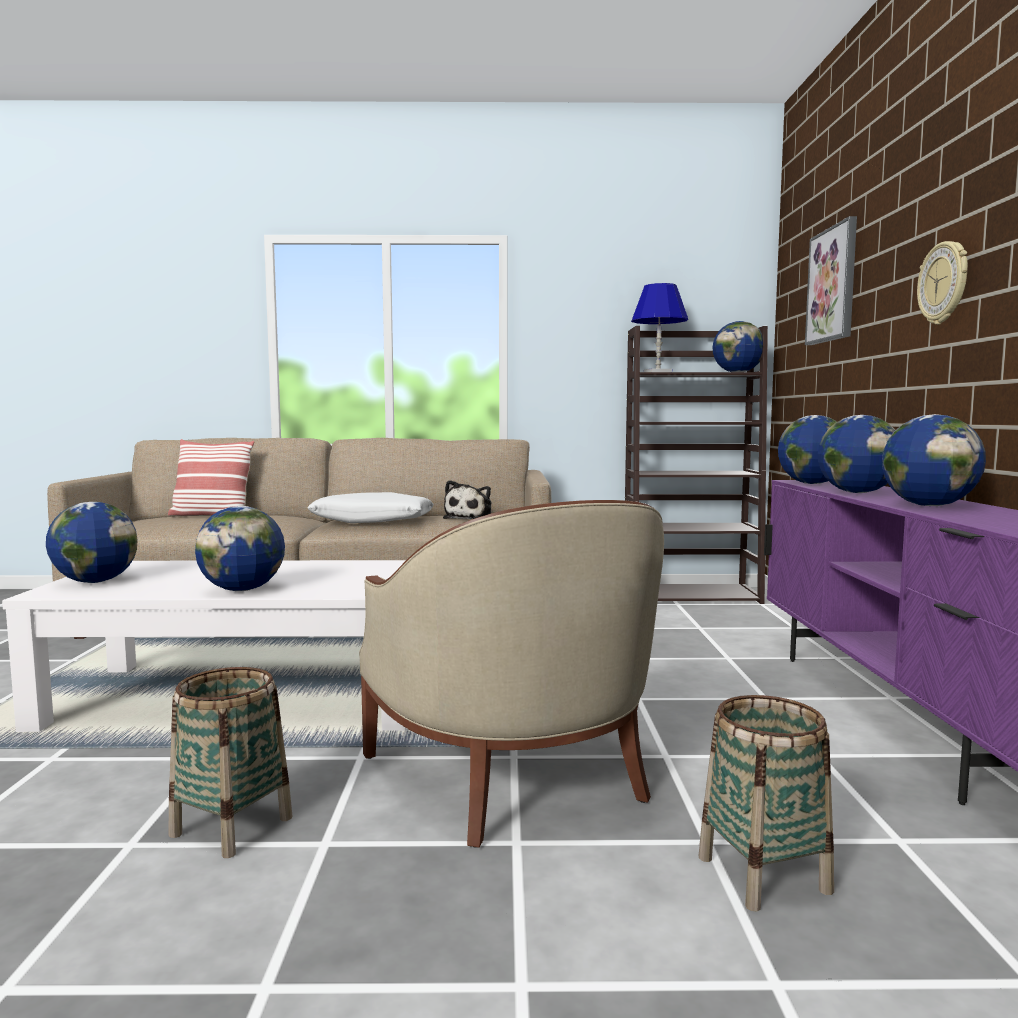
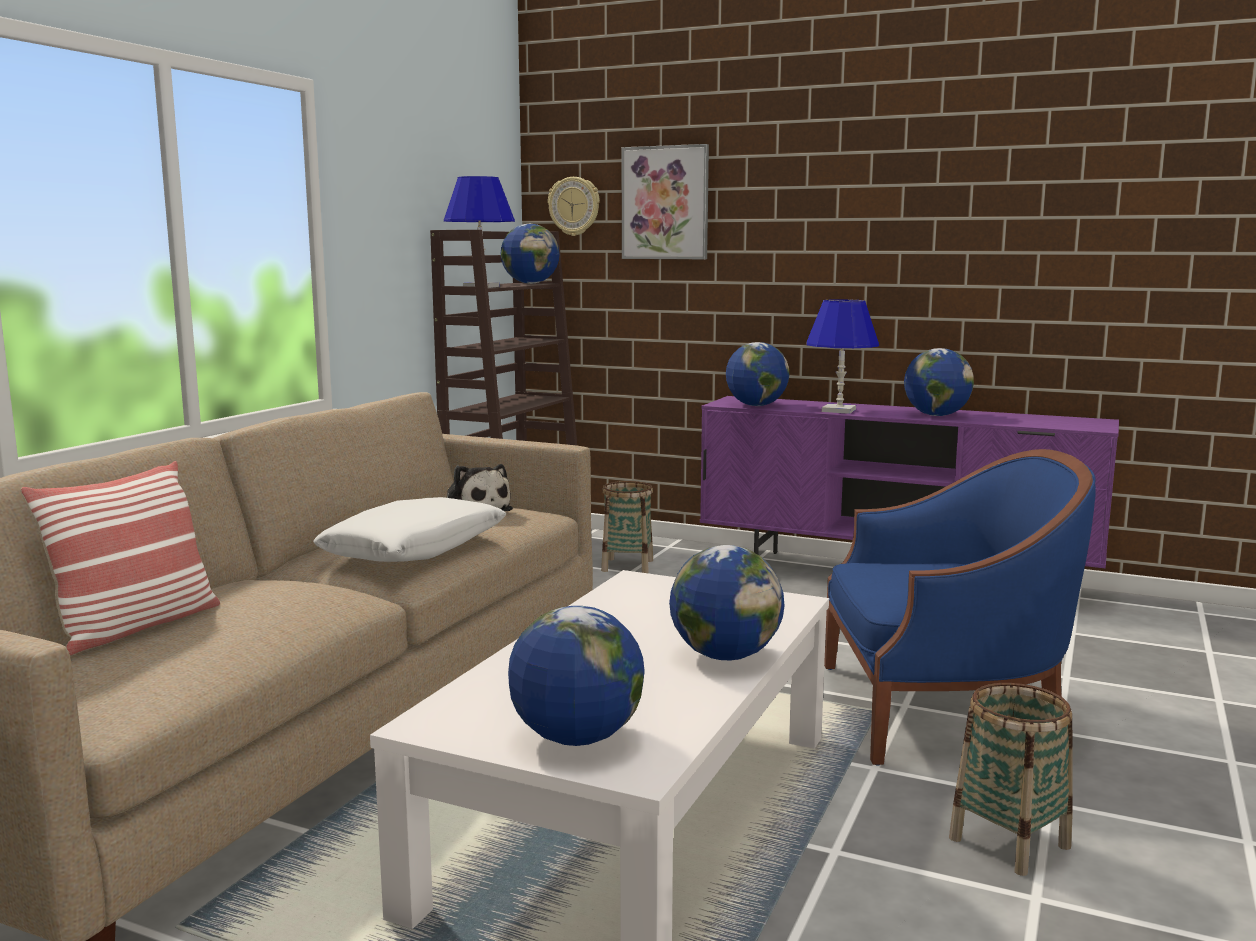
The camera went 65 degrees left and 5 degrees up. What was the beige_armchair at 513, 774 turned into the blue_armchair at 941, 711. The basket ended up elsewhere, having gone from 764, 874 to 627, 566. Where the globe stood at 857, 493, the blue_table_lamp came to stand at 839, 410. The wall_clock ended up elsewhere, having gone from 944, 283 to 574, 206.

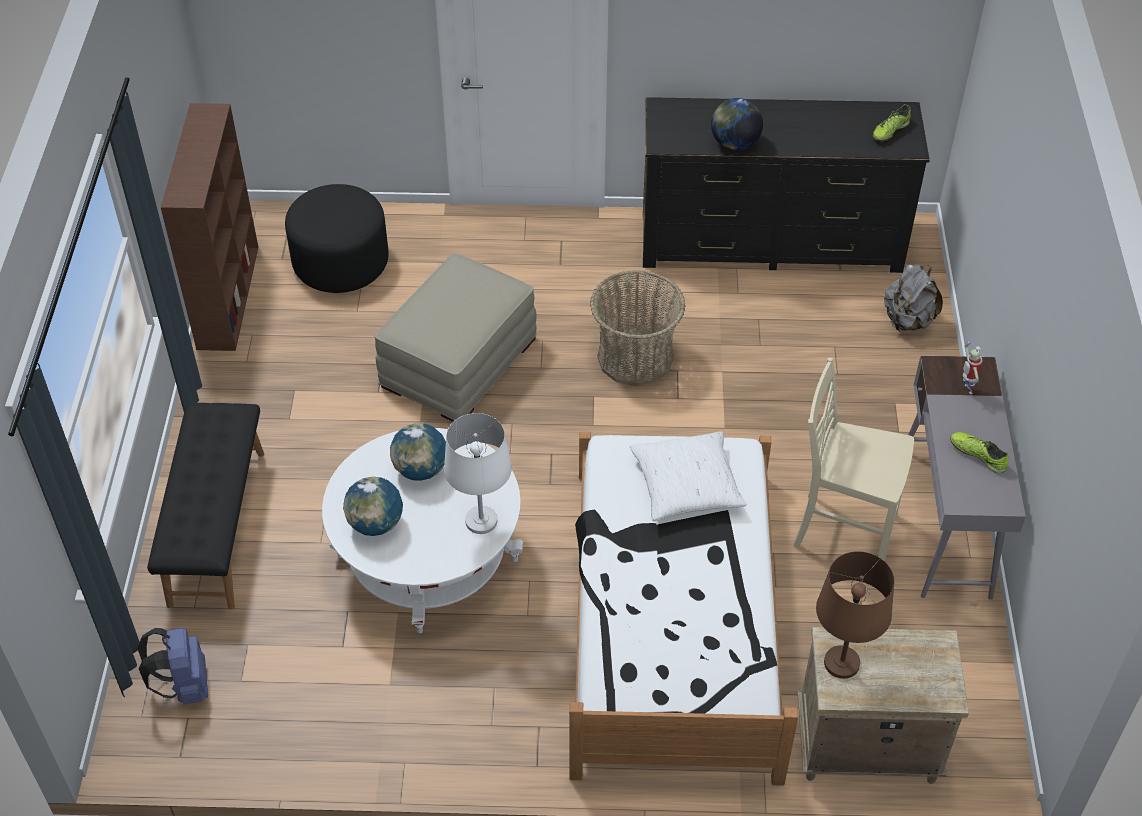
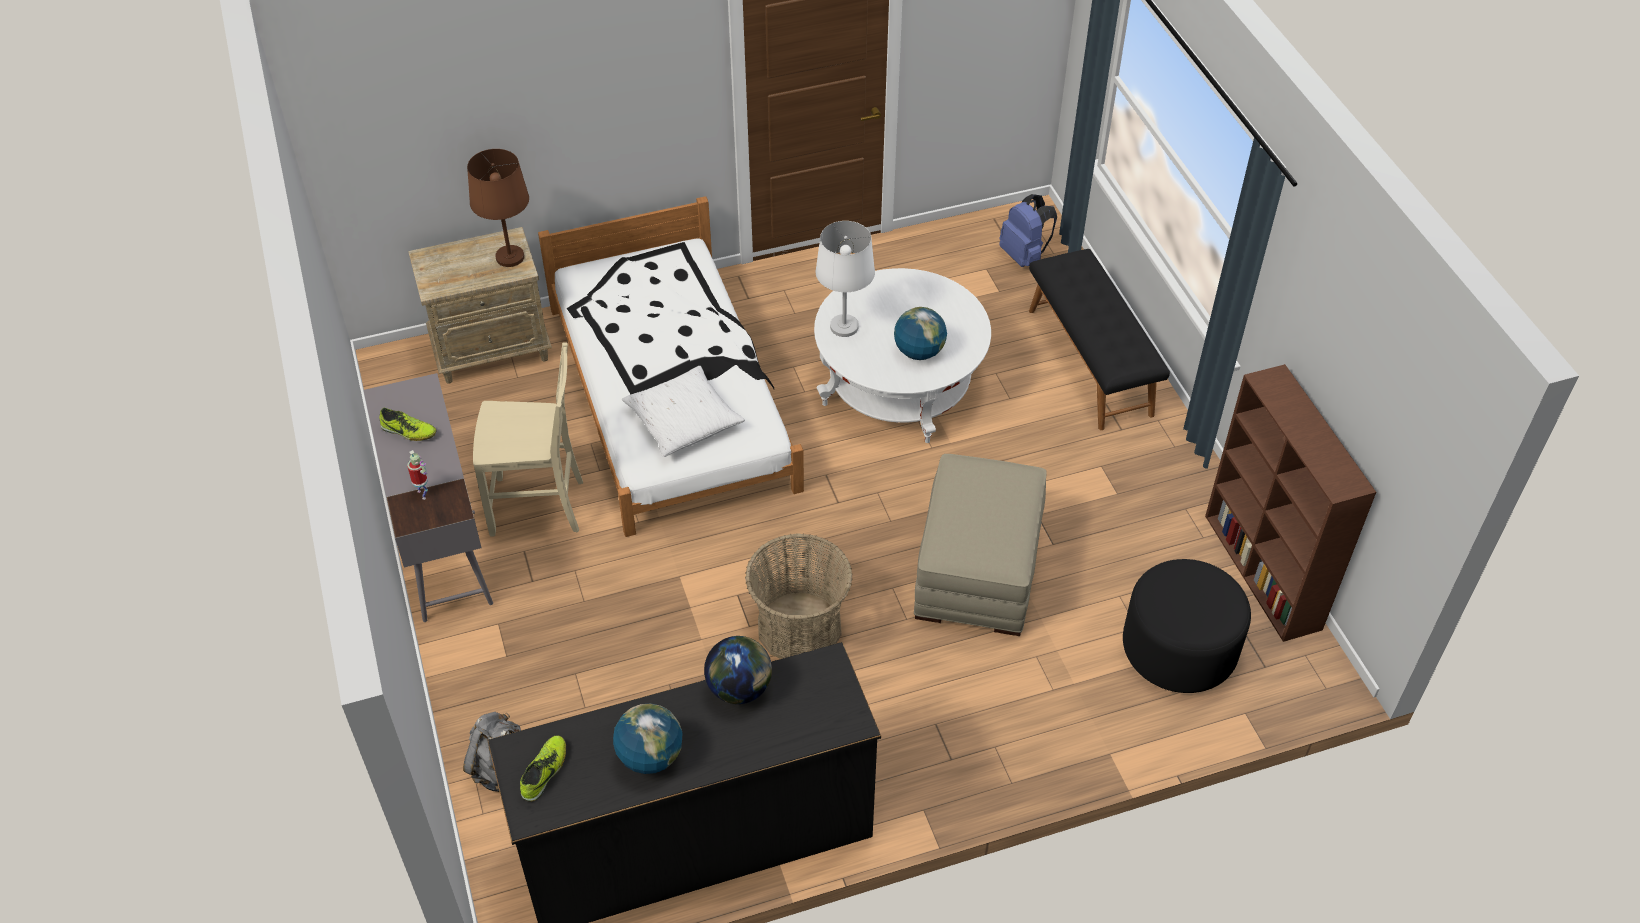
The camera went 160 degrees right and 0 degrees up. The globe ended up elsewhere, having gone from 375, 524 to 650, 756.

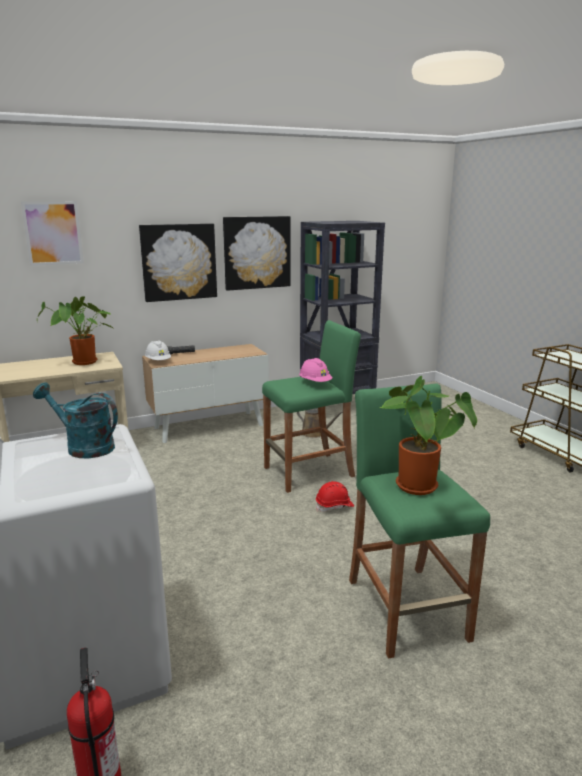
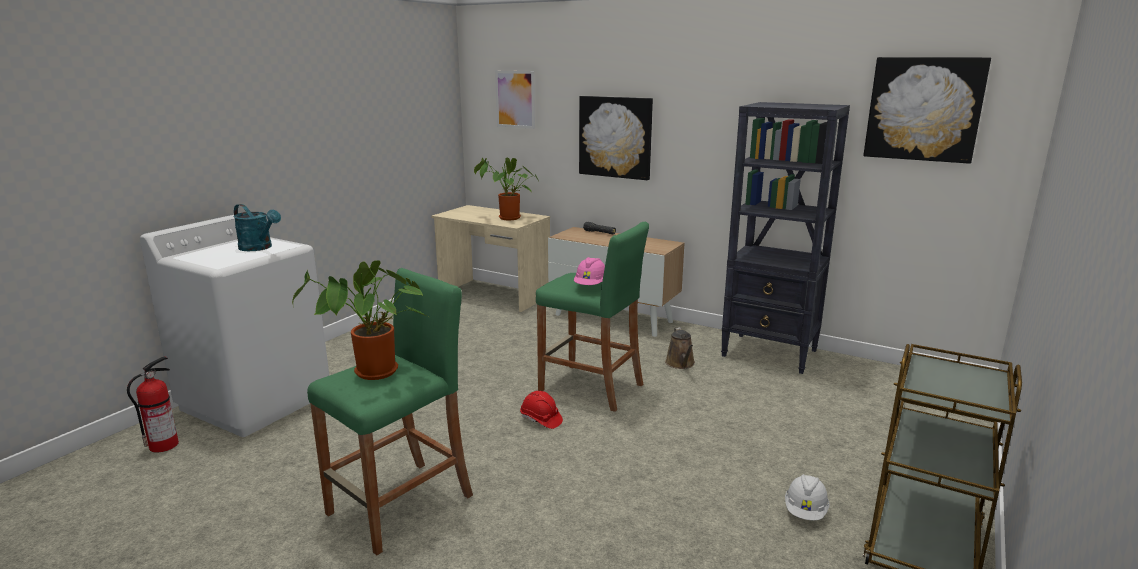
The camera went 55 degrees right and 0 degrees up. The turquoise_watering_can at 83, 447 ended up facing another way, 135 degrees clockwise from before. The white_hard_hat ended up elsewhere, having gone from 158, 361 to 805, 511. The picture ended up elsewhere, having gone from 257, 252 to 924, 109.

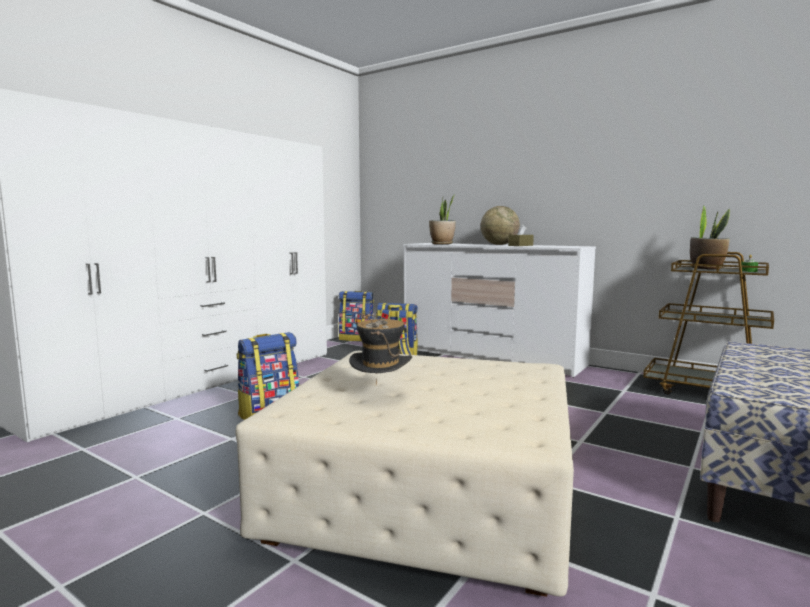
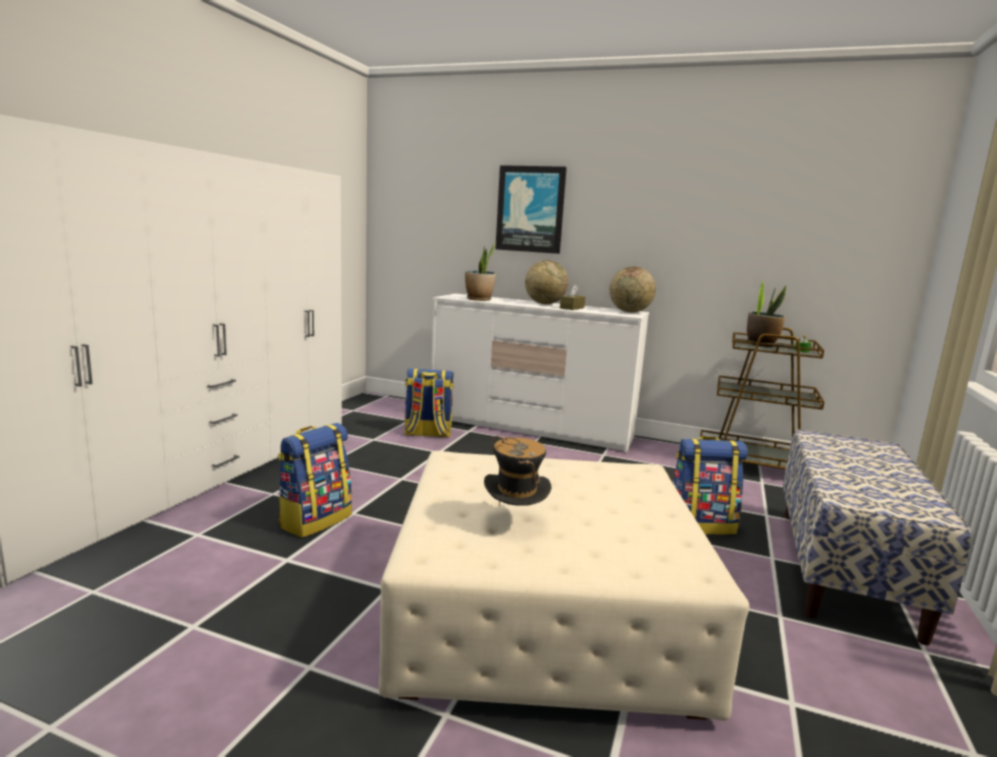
The camera went 15 degrees left and 5 degrees up. The backpack ended up elsewhere, having gone from 357, 339 to 701, 525. The second view gained the picture at 530, 209. The second view gained the globe at 630, 312.

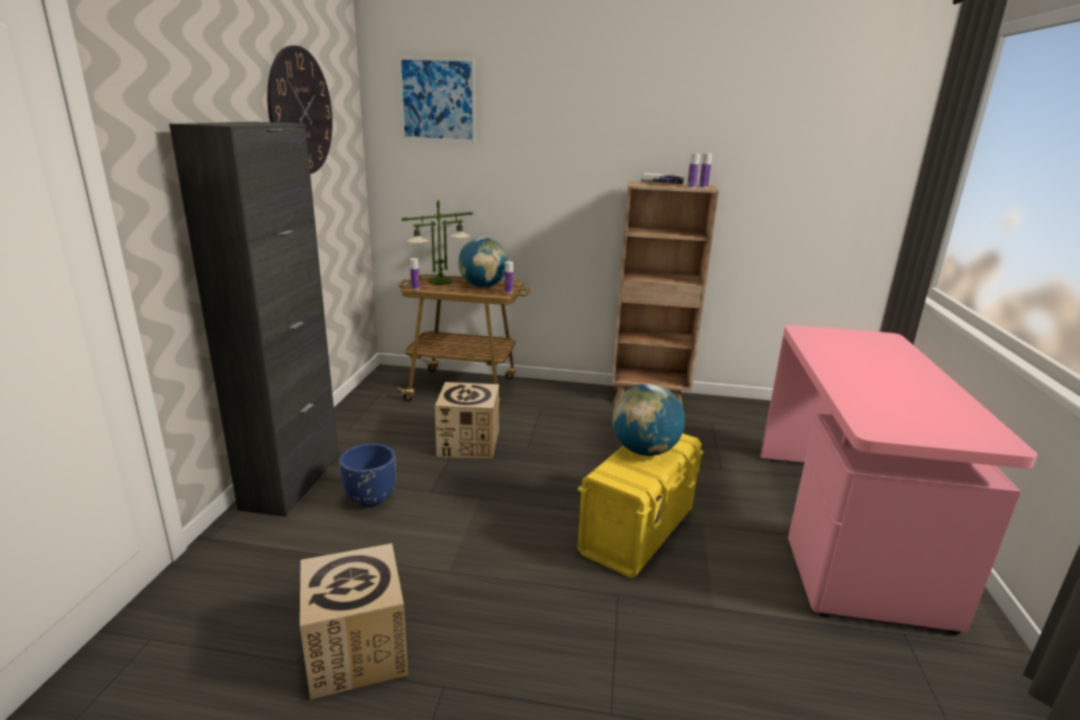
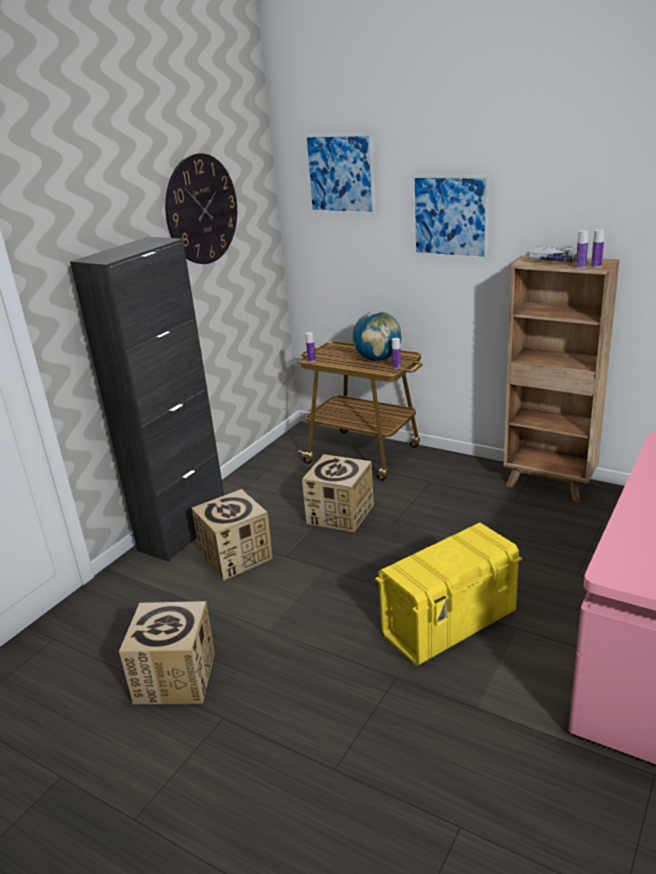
The camera went 25 degrees right and 5 degrees up. Where the blue_planter stood at 371, 499, the cardboard_box came to stand at 236, 556. The second view lost the table_lamp at 440, 281. The second view lost the globe at 644, 451. The second view gained the picture at 450, 216.

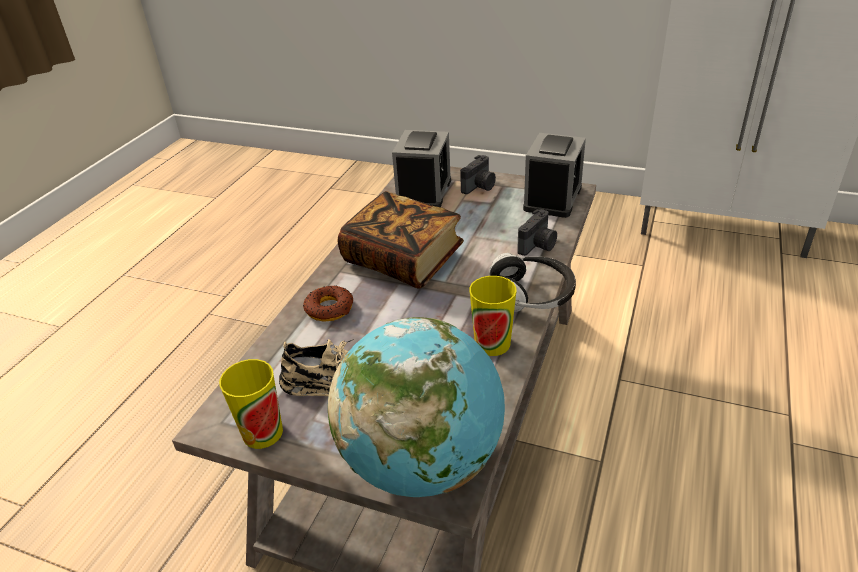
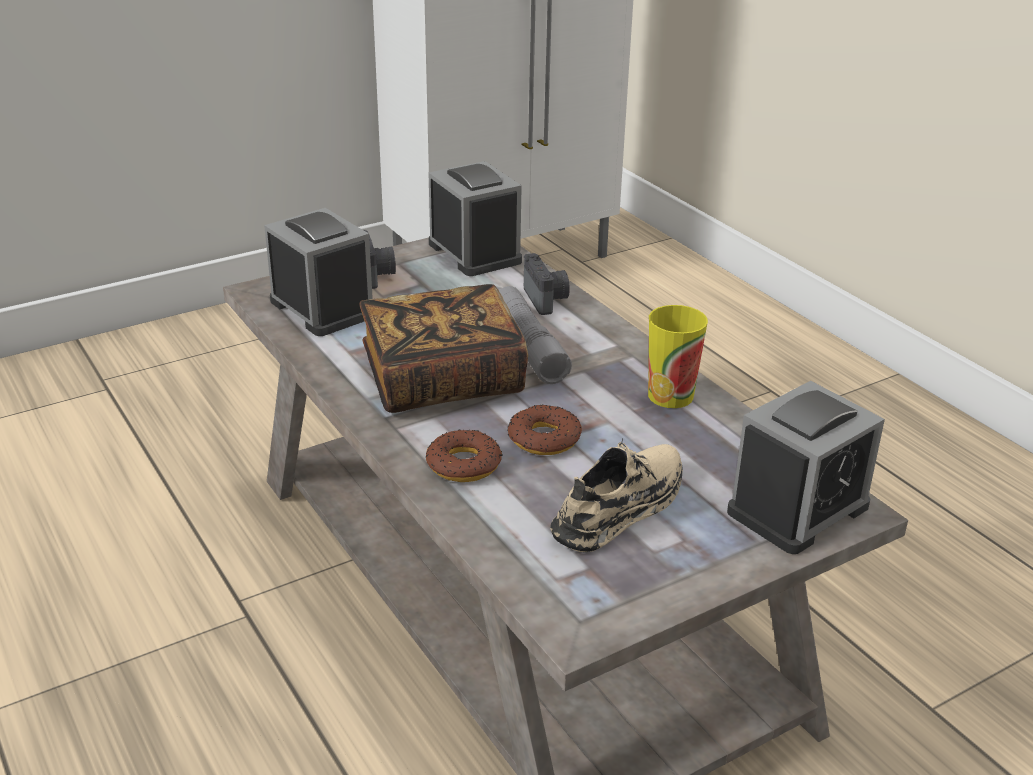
The camera went 55 degrees left and 5 degrees down. The second view lost the cup at 262, 433. Where the globe stood at 422, 462, the alarm_clock came to stand at 798, 509. The second view lost the headphones at 531, 296. The second view gained the grey_flashlight at 528, 345. The second view gained the donut at 544, 438.

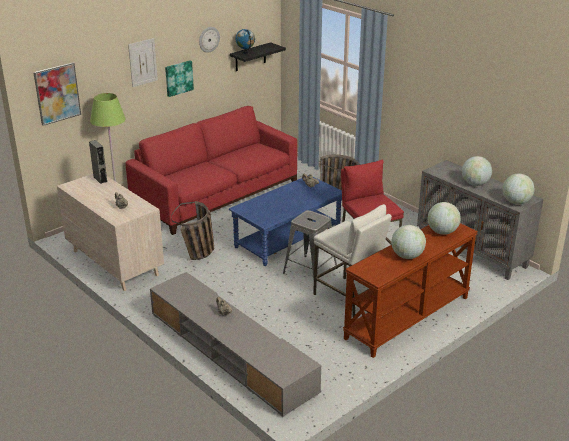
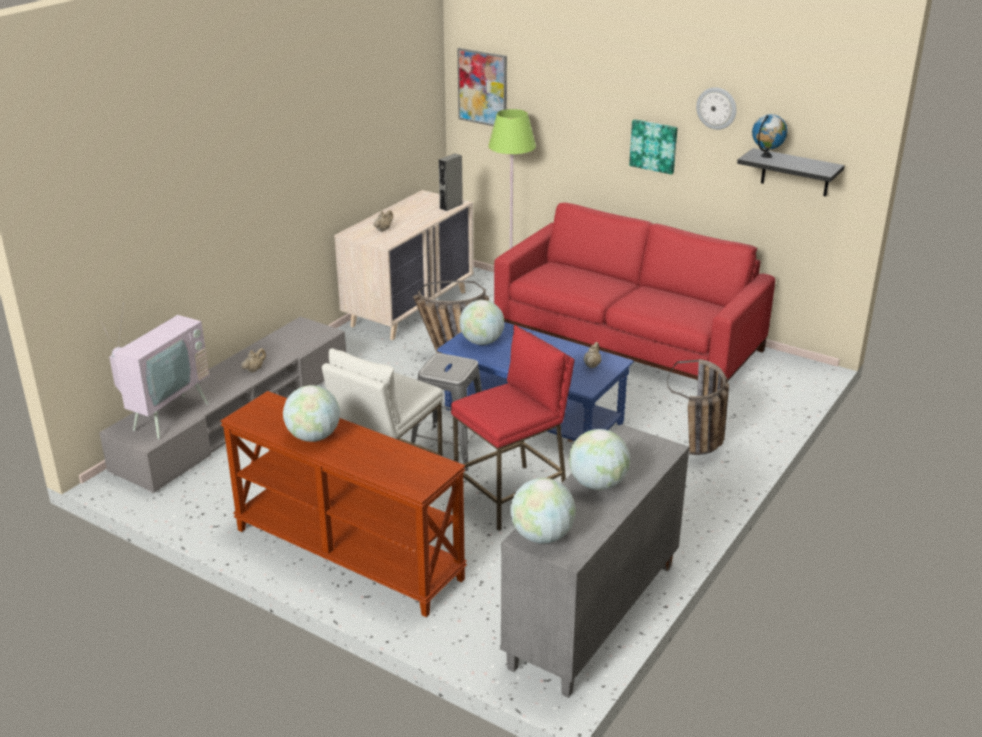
The camera went 75 degrees right and 0 degrees up. The second view lost the picture at 143, 62. The globe ended up elsewhere, having gone from 442, 232 to 482, 342. The second view gained the television at 166, 415.

